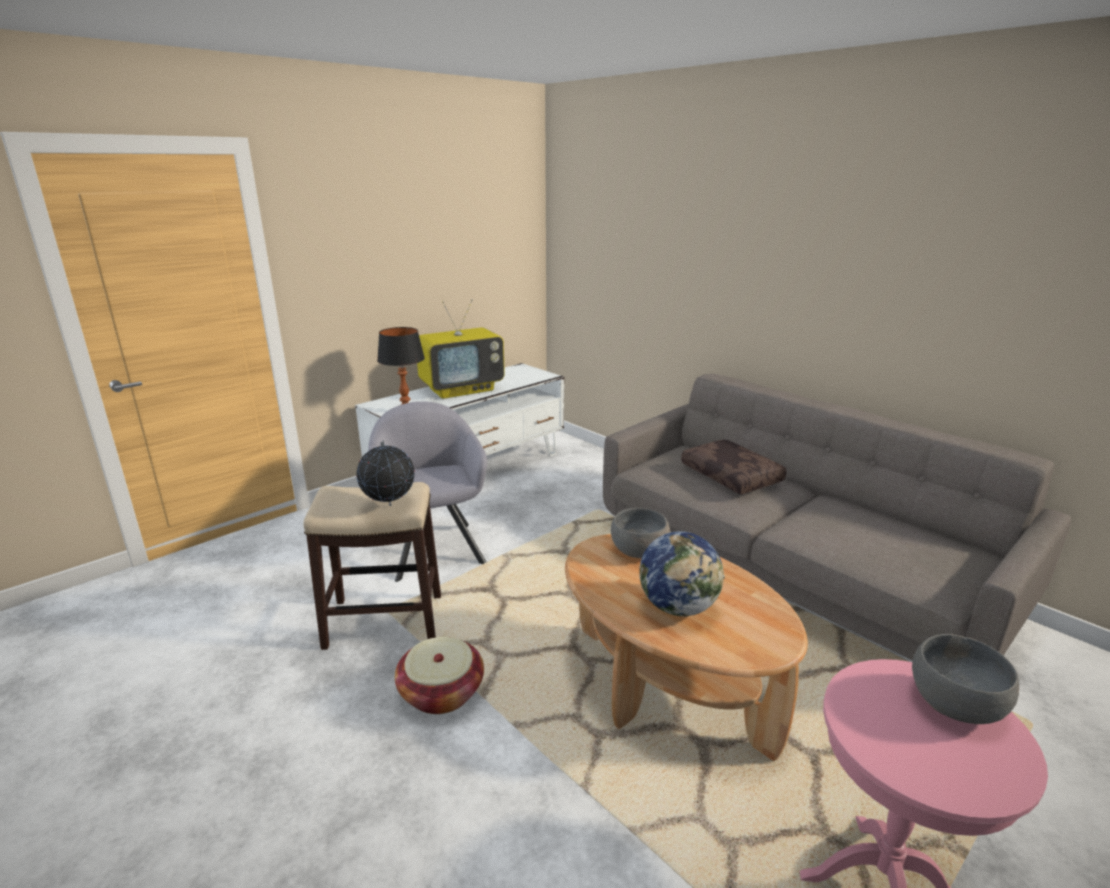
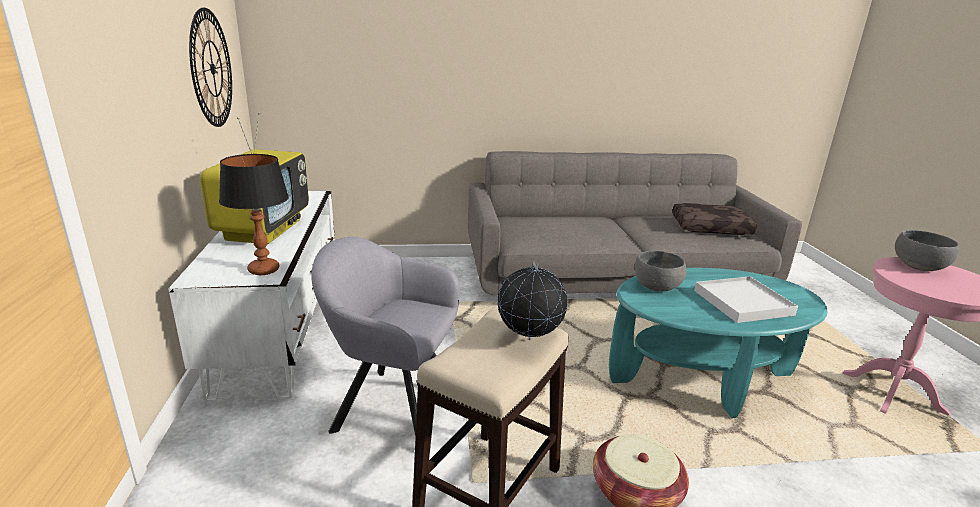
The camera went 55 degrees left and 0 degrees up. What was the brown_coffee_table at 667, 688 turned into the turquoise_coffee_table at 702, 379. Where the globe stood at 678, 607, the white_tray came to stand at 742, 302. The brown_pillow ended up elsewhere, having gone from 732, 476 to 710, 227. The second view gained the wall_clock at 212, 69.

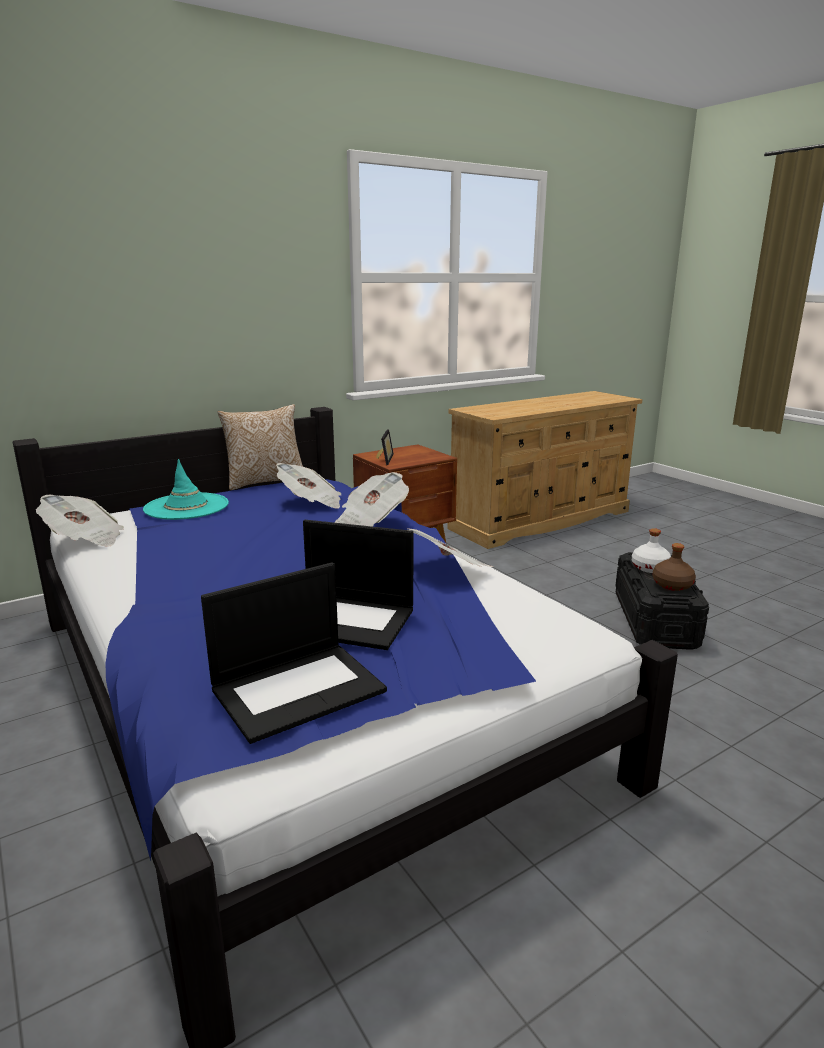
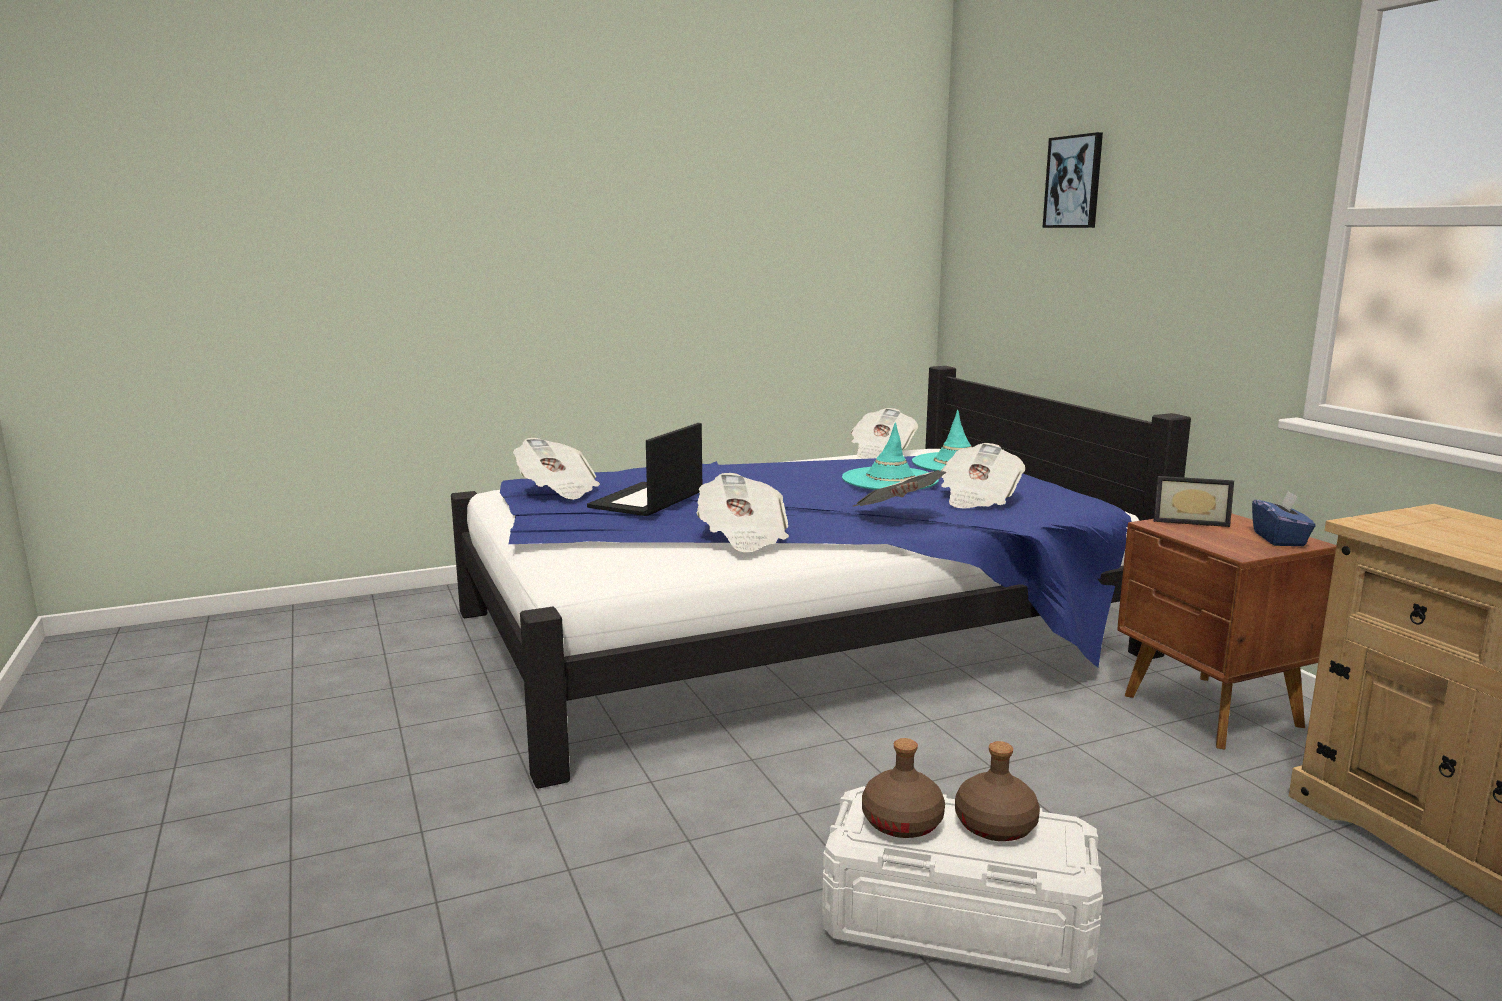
The camera went 100 degrees right and 5 degrees down. Where the laptop stood at 299, 689, the newspaper came to stand at 558, 490. The second view lost the pillow at 265, 481. What was the black_storage_box at 655, 620 turned into the white_storage_box at 958, 925. What was the white_bottle at 650, 568 turned into the brown_bottle at 994, 826. The second view gained the turquoise_hat at 889, 480. The second view gained the picture at 1074, 182. The second view gained the blue_tissue_box at 1279, 539.

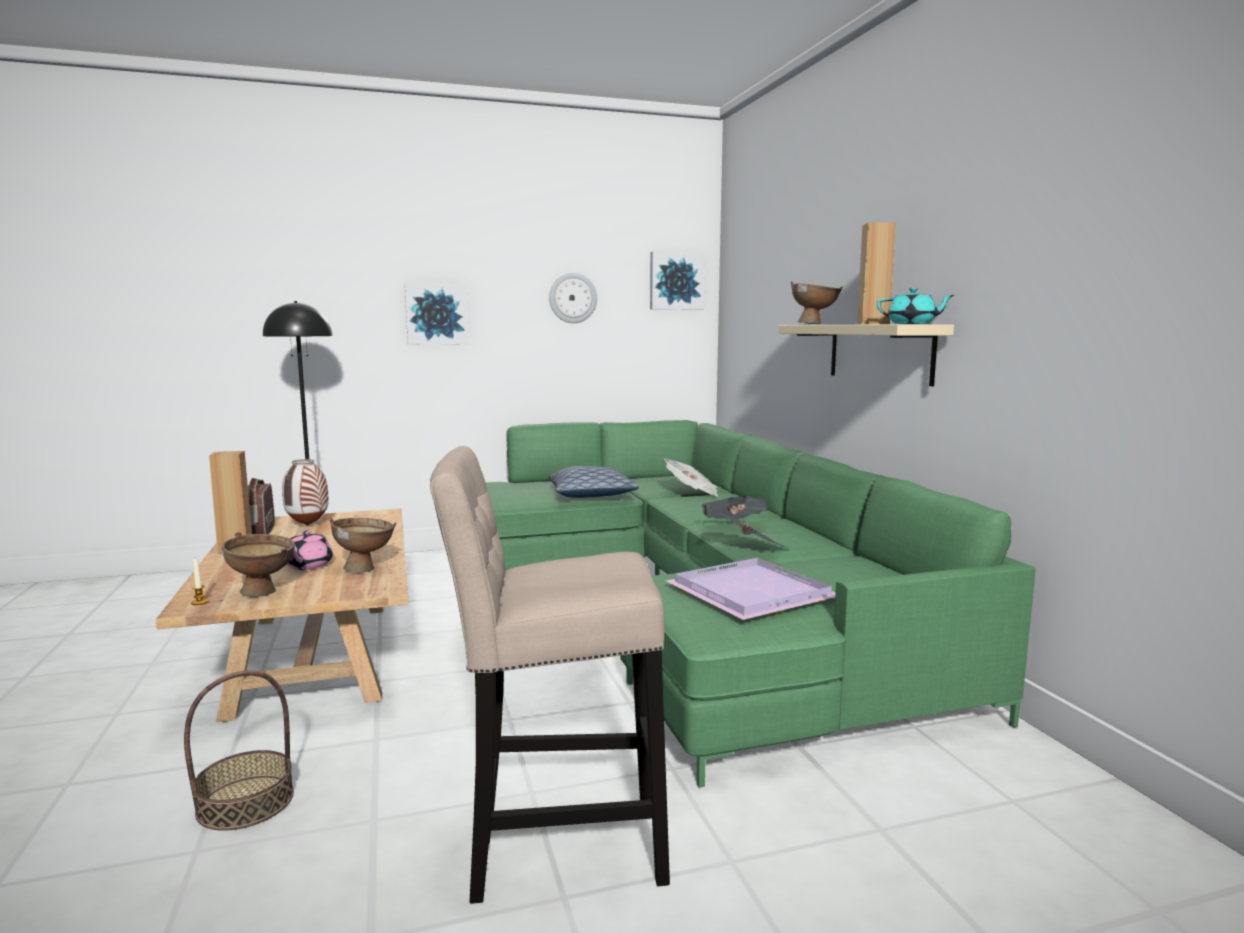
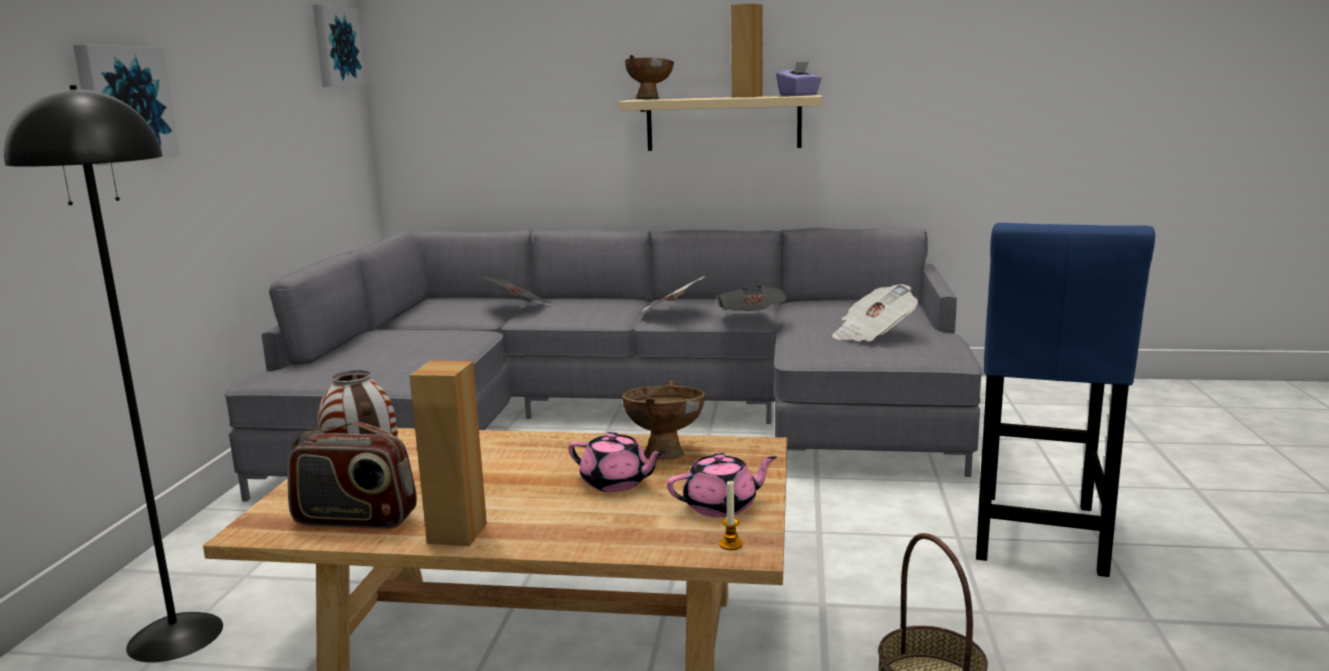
The camera went 65 degrees left and 5 degrees up. Where the brown_bowl stood at 264, 593, the pink_teapot came to stand at 721, 506. What was the beige_stool at 555, 846 turned into the blue_stool at 1038, 537. What was the green_sofa at 694, 605 turned into the grey_sofa at 621, 416. The second view lost the wall_clock at 573, 298. The second view lost the pillow at 591, 494. Where the purple_tray stood at 747, 593, the newspaper came to stand at 872, 335. Where the turquoise_teapot stood at 912, 323, the purple_tissue_box came to stand at 799, 95.

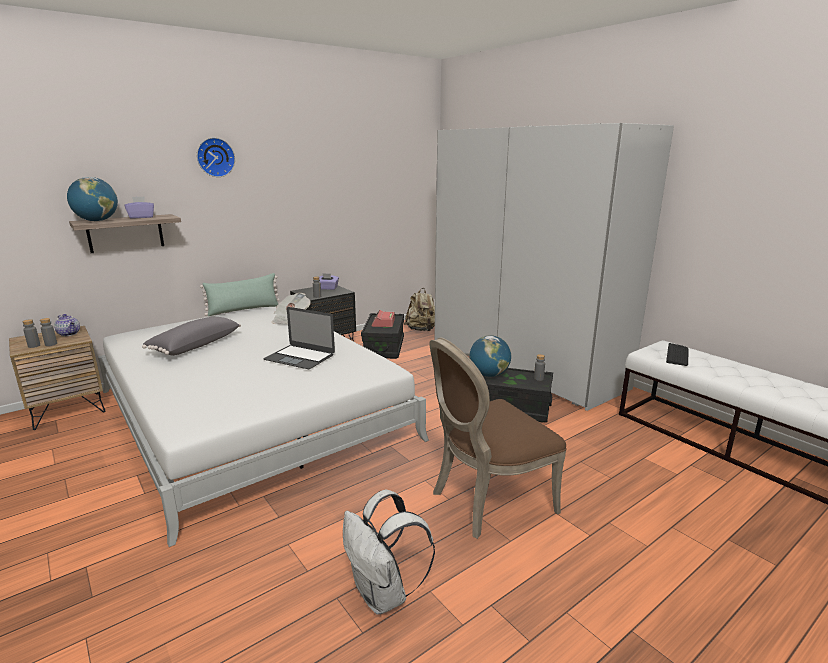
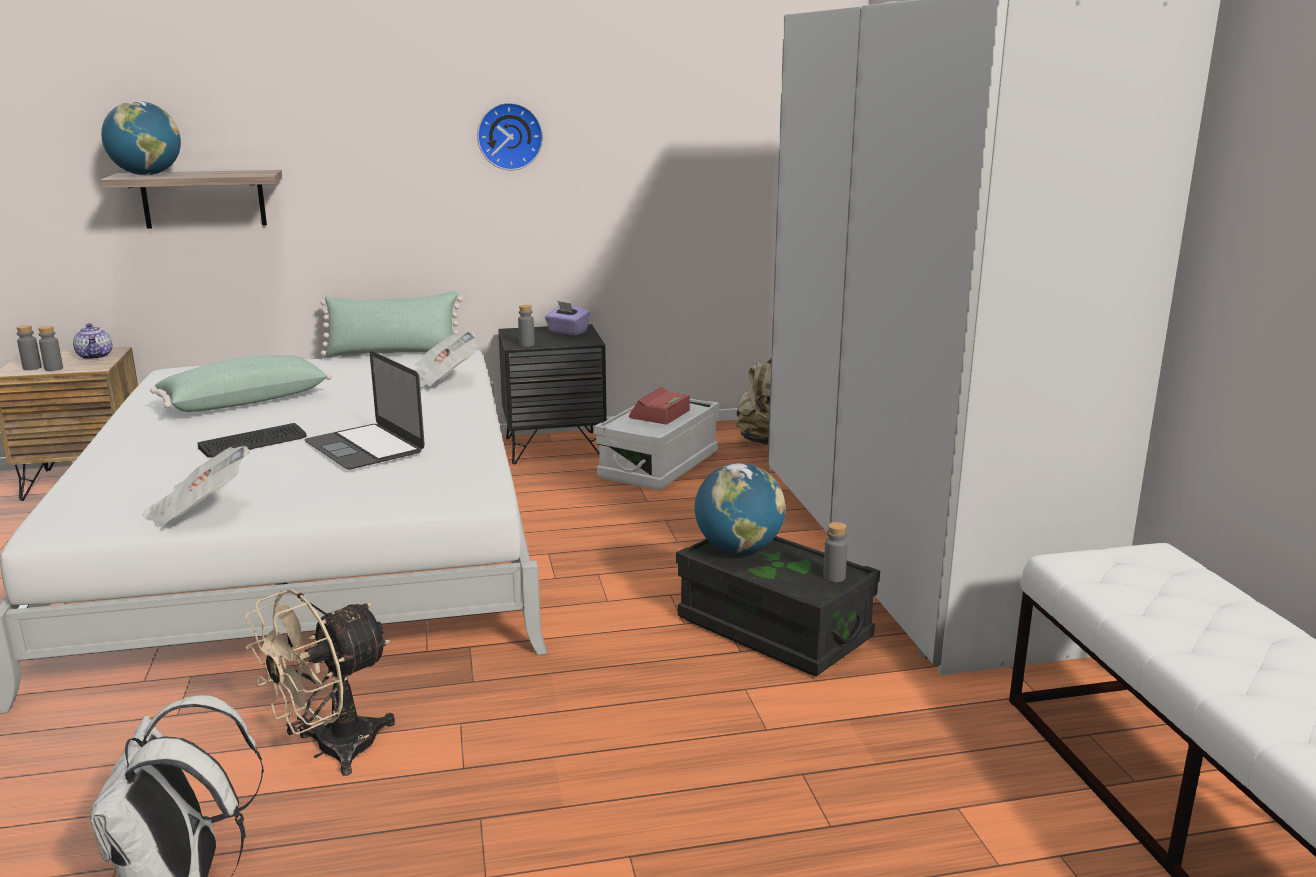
The camera went 25 degrees right and 0 degrees up. The second view lost the purple_tissue_box at 141, 217. What was the grey_pillow at 194, 345 turned into the green_pillow at 244, 401. The wall_clock ended up elsewhere, having gone from 215, 157 to 509, 136. What was the black_storage_box at 384, 347 turned into the white_storage_box at 658, 465. The second view lost the brown_chair at 487, 501. The keyboard ended up elsewhere, having gone from 677, 355 to 253, 442. The second view gained the newspaper at 198, 512. The second view gained the beige_fan at 331, 750.

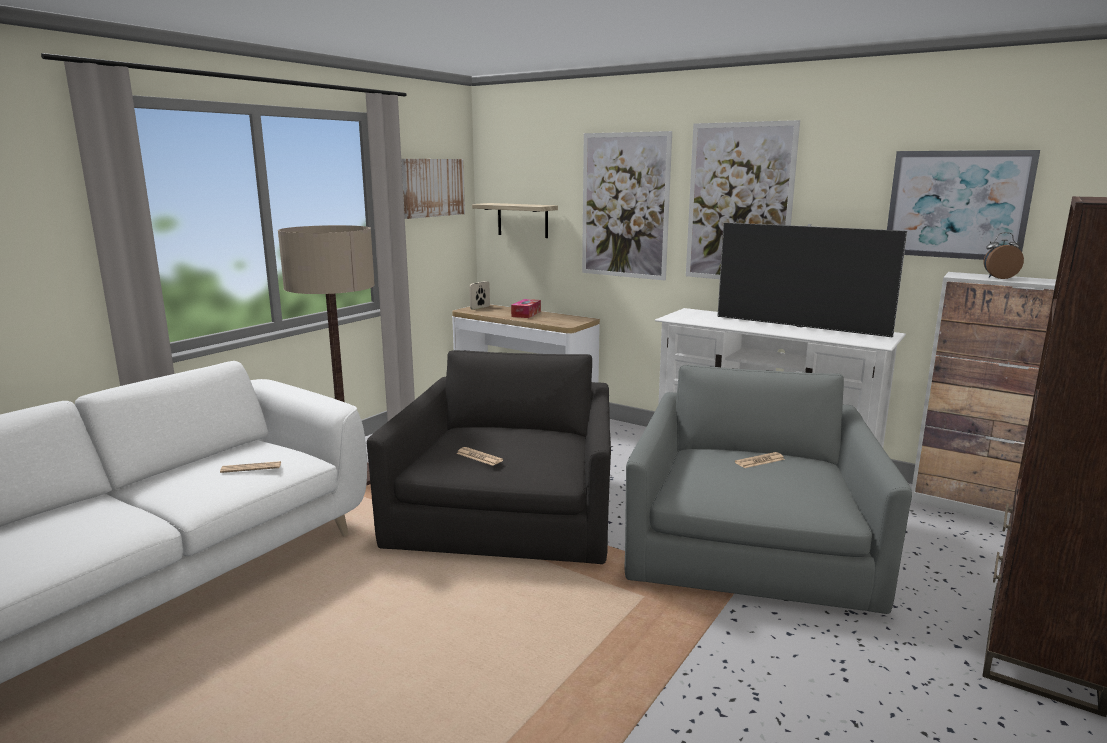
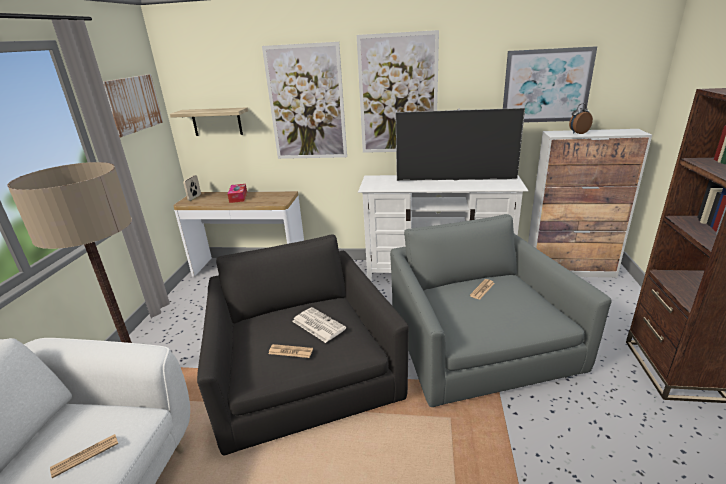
The camera went 25 degrees left and 10 degrees up. The second view gained the newspaper at 317, 325.

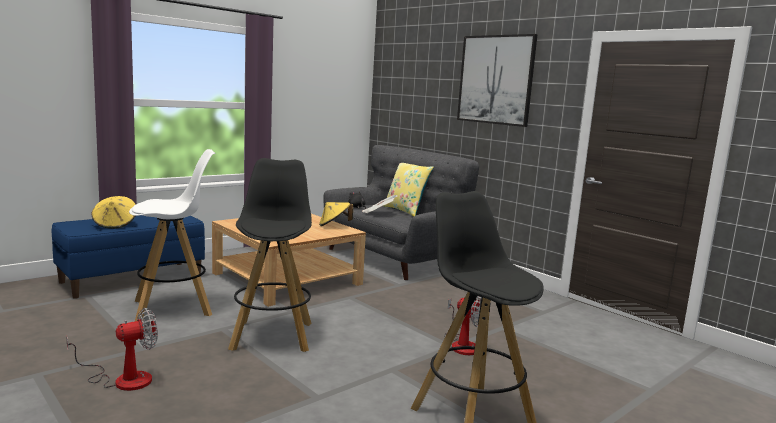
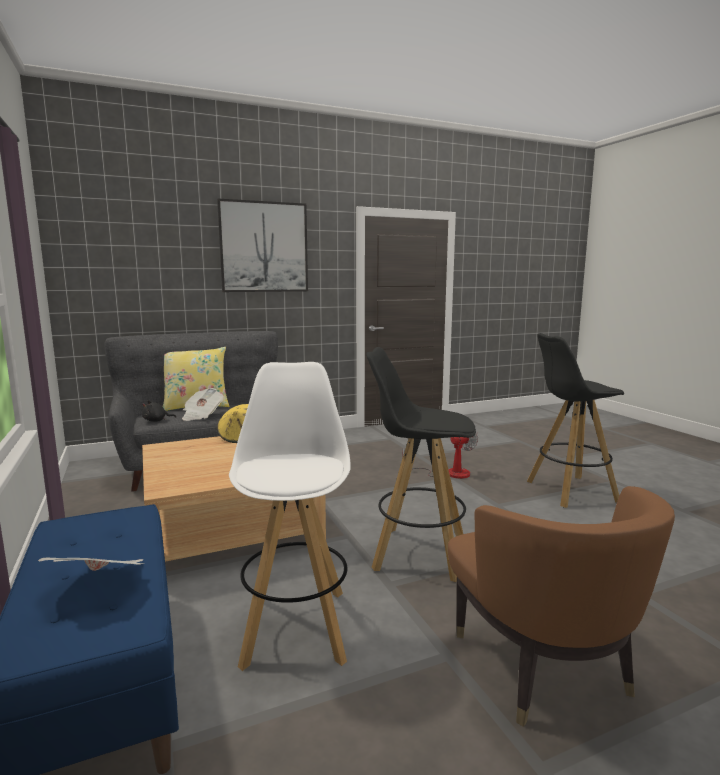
The camera went 70 degrees left and 0 degrees up. Where the fan stood at 123, 379, the brown_armchair came to stand at 541, 666. Where the yellow_hat stood at 115, 224, the newspaper came to stand at 101, 584.

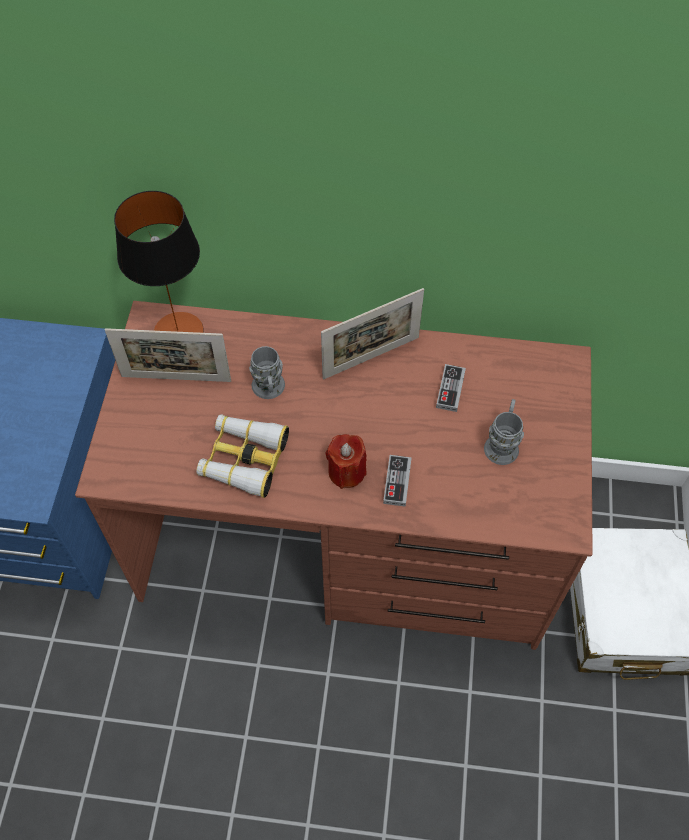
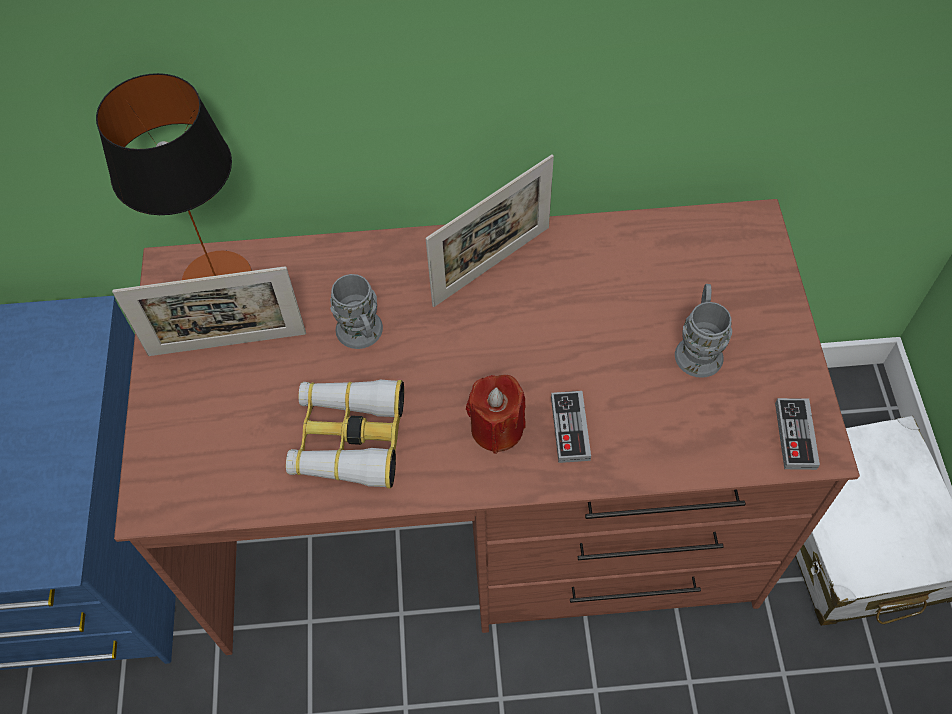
The camera went 10 degrees left and 0 degrees up. The game_controller ended up elsewhere, having gone from 450, 389 to 795, 435.

